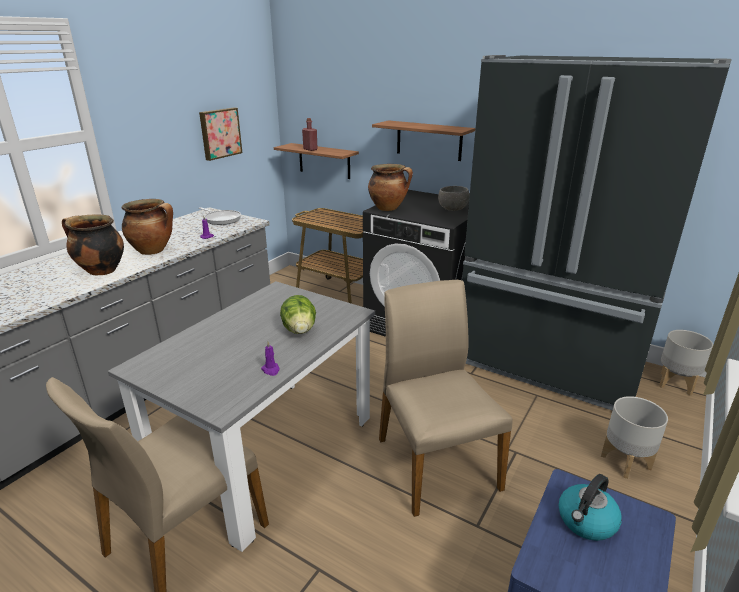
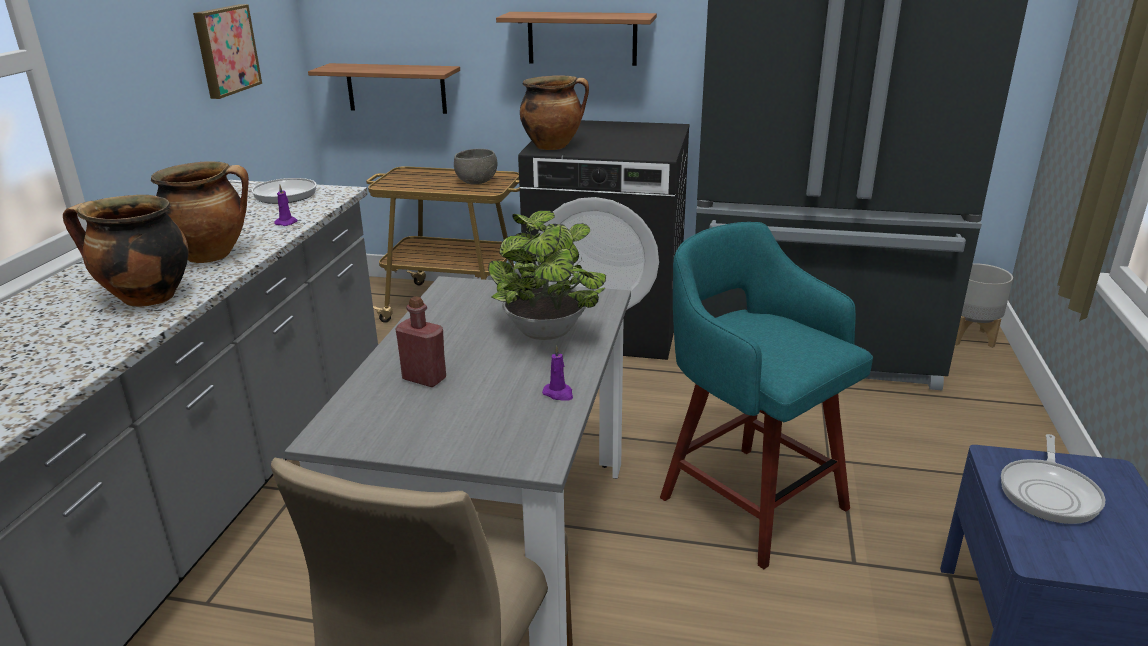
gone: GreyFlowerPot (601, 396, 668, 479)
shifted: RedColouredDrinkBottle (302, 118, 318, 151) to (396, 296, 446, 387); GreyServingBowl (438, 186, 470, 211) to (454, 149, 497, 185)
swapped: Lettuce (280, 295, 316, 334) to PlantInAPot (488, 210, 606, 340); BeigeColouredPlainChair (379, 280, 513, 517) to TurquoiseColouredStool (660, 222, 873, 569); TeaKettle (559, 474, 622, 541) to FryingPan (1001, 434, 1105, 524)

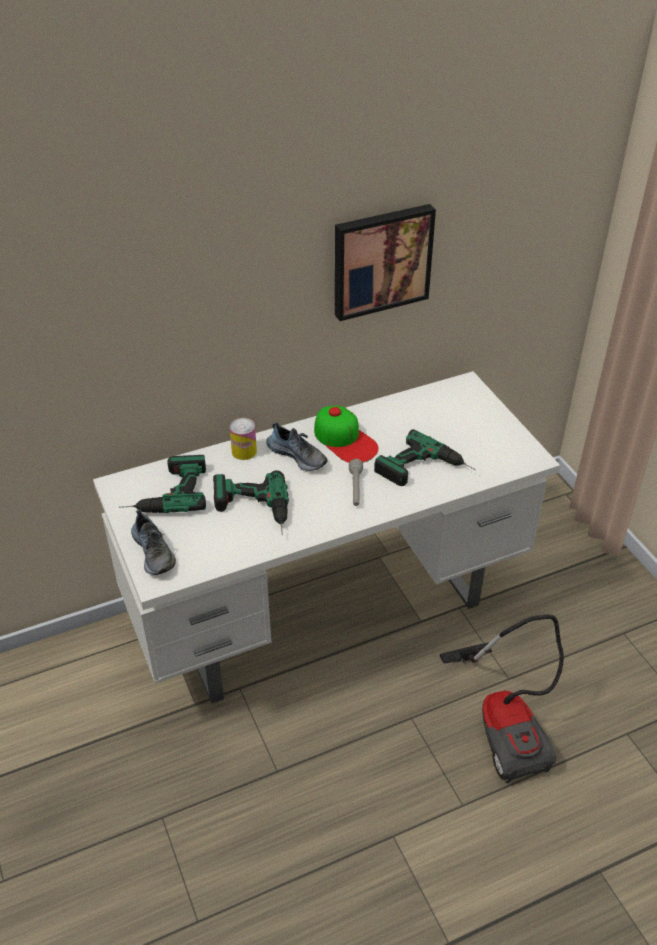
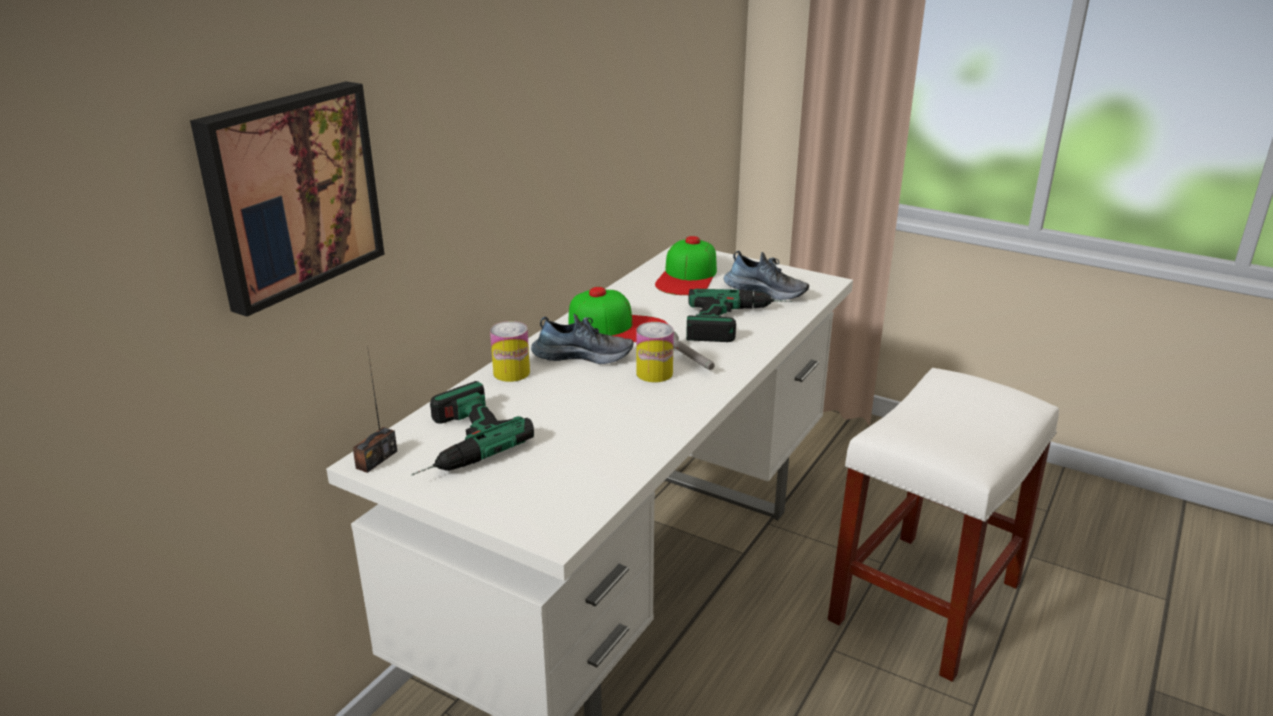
gone: ElectricDrill (213, 470, 289, 535)
new: RadioSet (353, 351, 397, 473); SealedCan (636, 322, 674, 382); PeakedCap (655, 236, 717, 295)
shifted: WallPicture (335, 204, 436, 321) to (190, 81, 385, 317); ItemOfFootwear (131, 510, 176, 575) to (723, 251, 809, 300)
swapped: VacuumCleaner (439, 615, 564, 783) to WhiteStool (828, 368, 1059, 682)

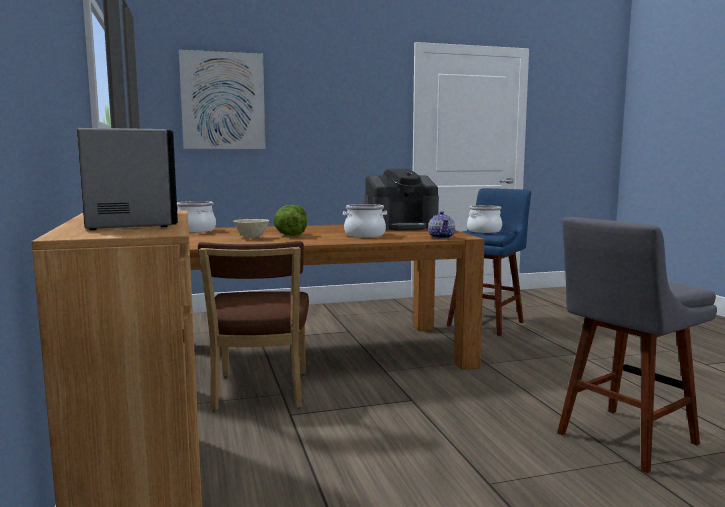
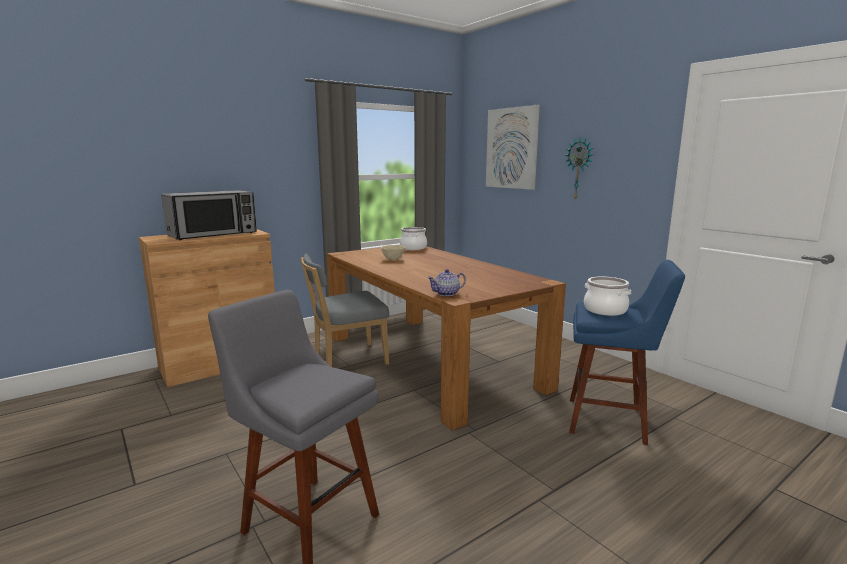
gone: Lettuce (274, 205, 307, 236); Saucepot (343, 204, 387, 237); CoffeeMaker (364, 169, 439, 230)
new: HangingClock (565, 137, 593, 201)
repainted: BrownishPlainChair (198, 241, 309, 411) to GreyPlainChair (300, 254, 389, 367)

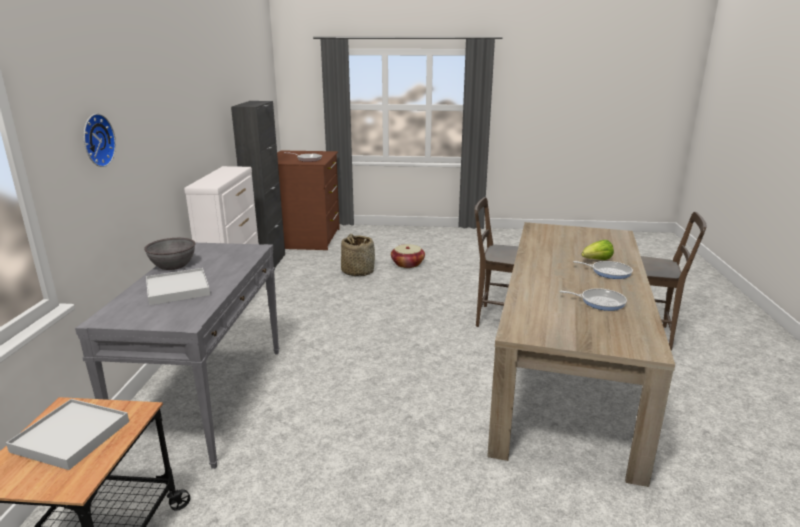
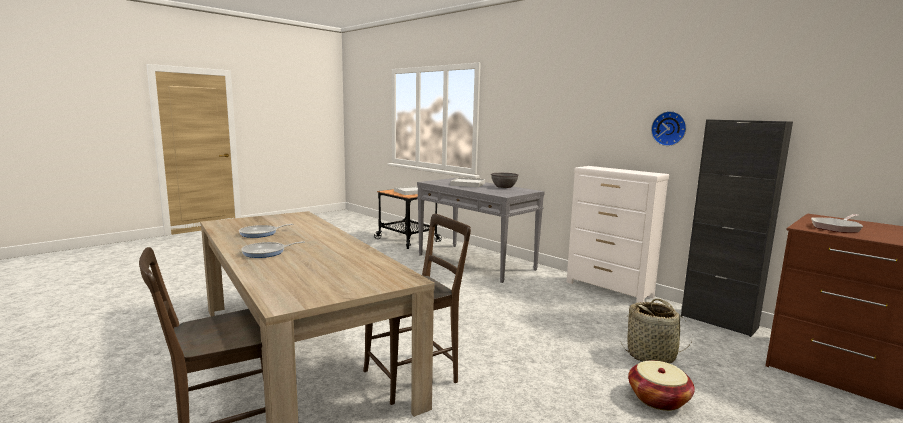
gone: Lettuce (581, 240, 614, 260)
shifted: HangingClock (84, 114, 116, 167) to (651, 111, 686, 146)

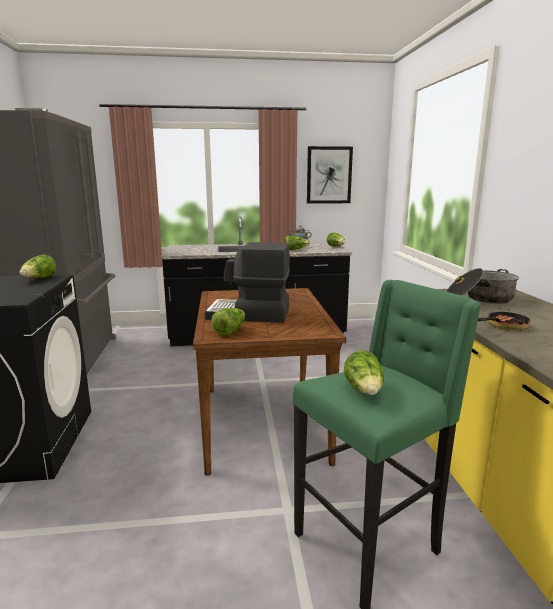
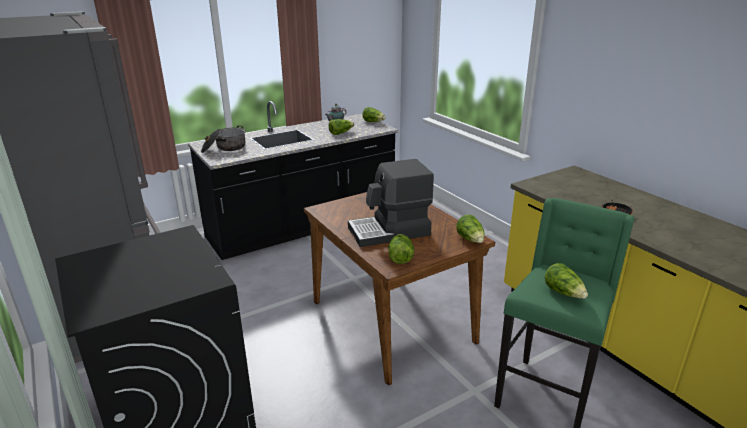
gone: WallPicture (307, 146, 353, 204)
shifted: Saucepot (446, 268, 519, 304) to (201, 125, 245, 153); Lettuce (20, 255, 56, 278) to (456, 215, 485, 243)

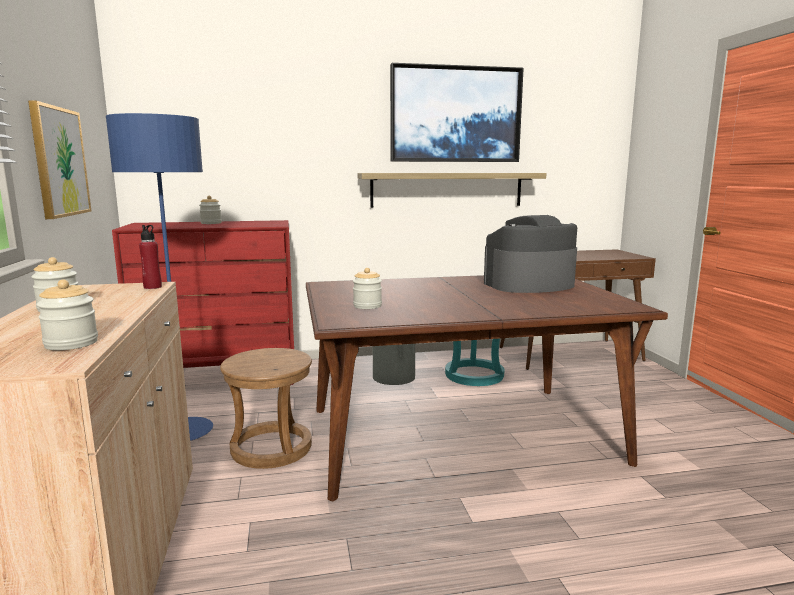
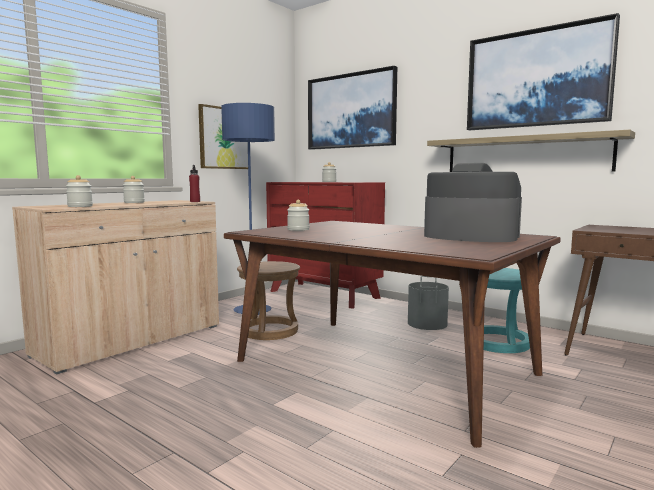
new: WallPicture (308, 66, 397, 150)

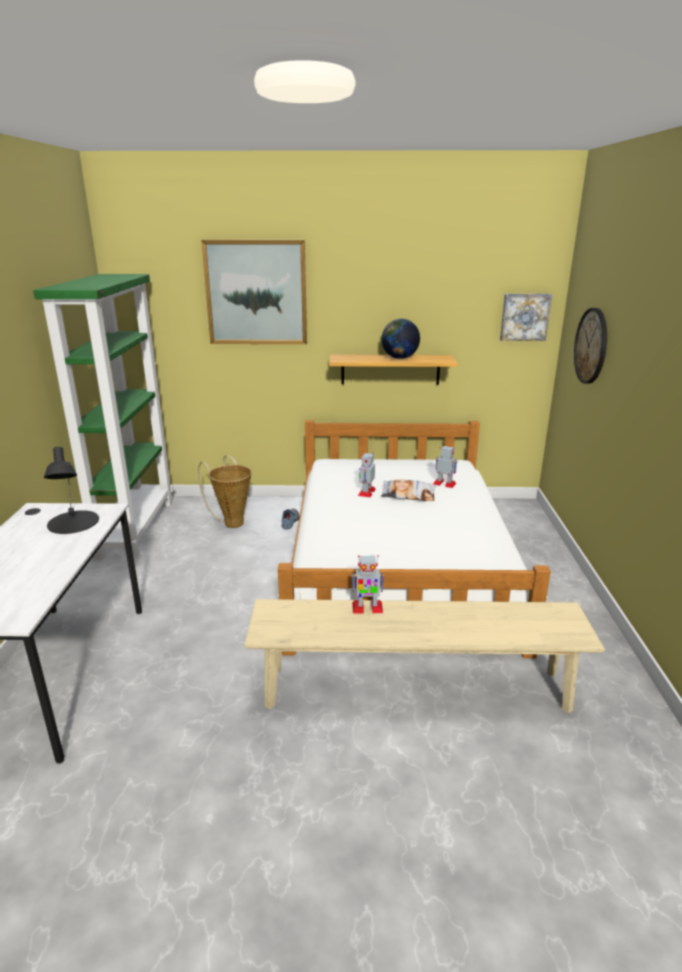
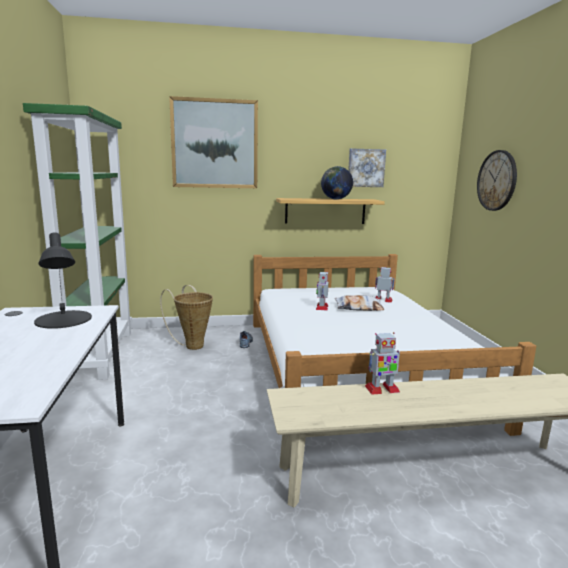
shifted: WallPicture (500, 294, 552, 341) to (348, 148, 386, 187)

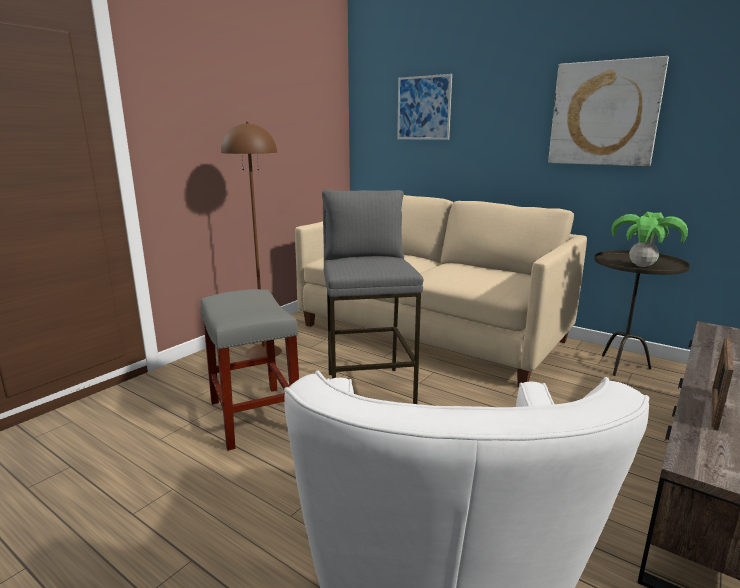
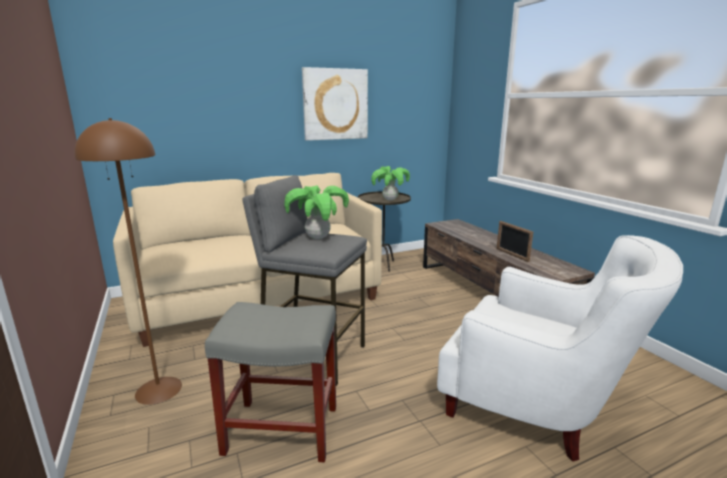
gone: WallPicture (397, 74, 452, 140)
new: PlantInAPot (285, 185, 349, 239)

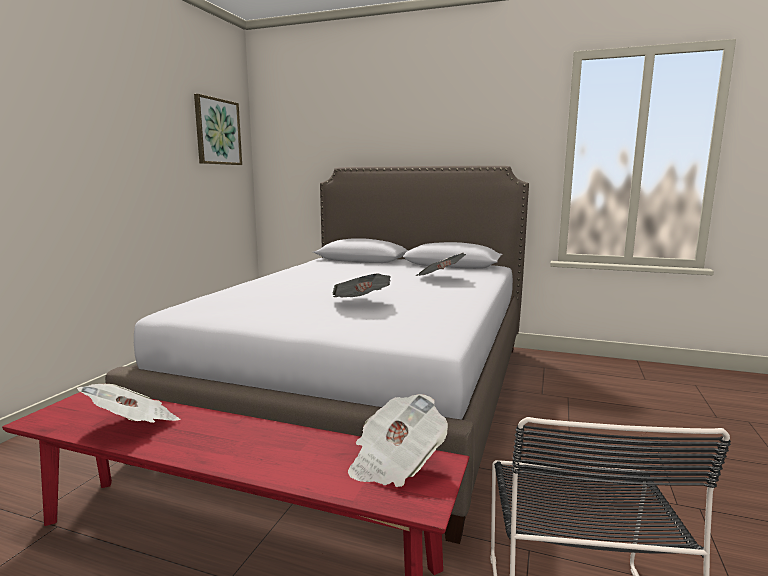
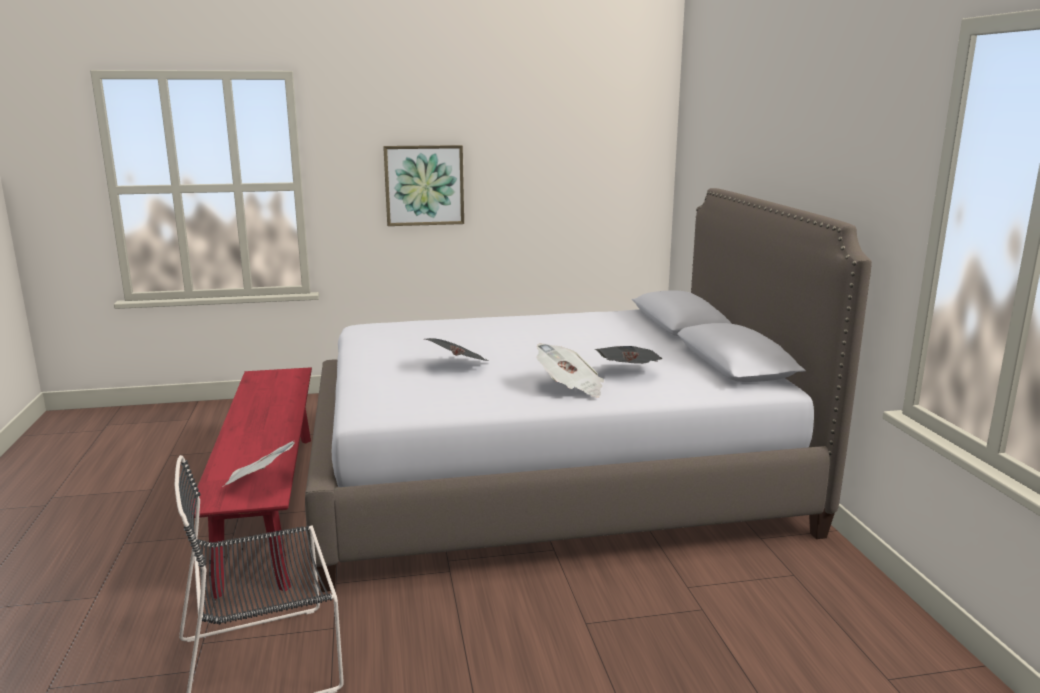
shifted: WallPicture (194, 94, 242, 165) to (383, 145, 464, 226); DailyPaper (77, 384, 180, 423) to (536, 343, 604, 398)

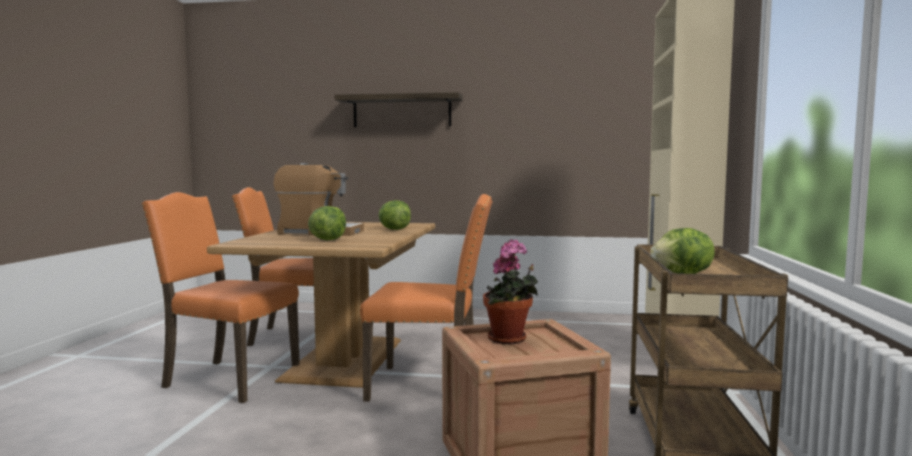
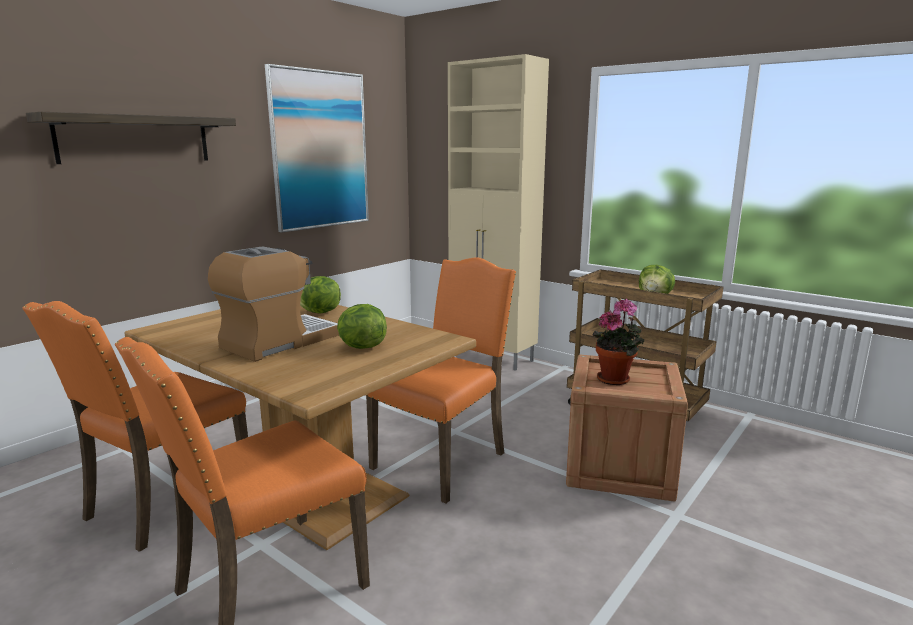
new: WallPicture (265, 64, 369, 233)

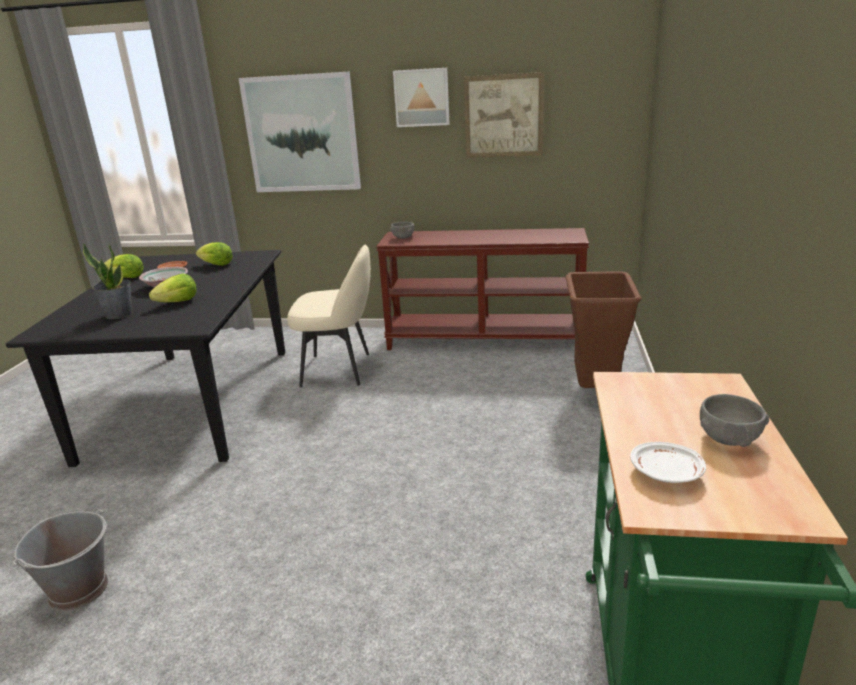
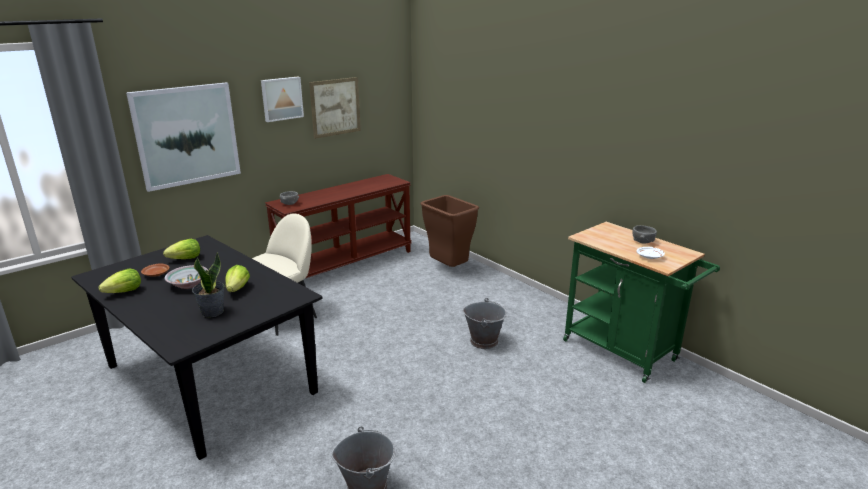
new: GreyPail (462, 298, 507, 349)

